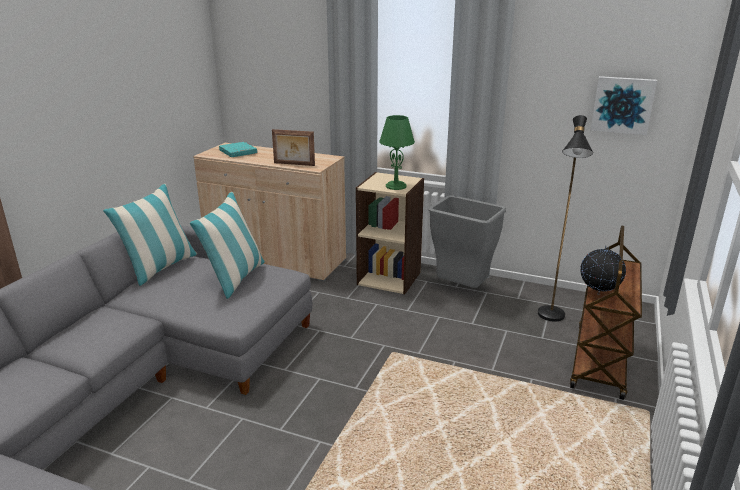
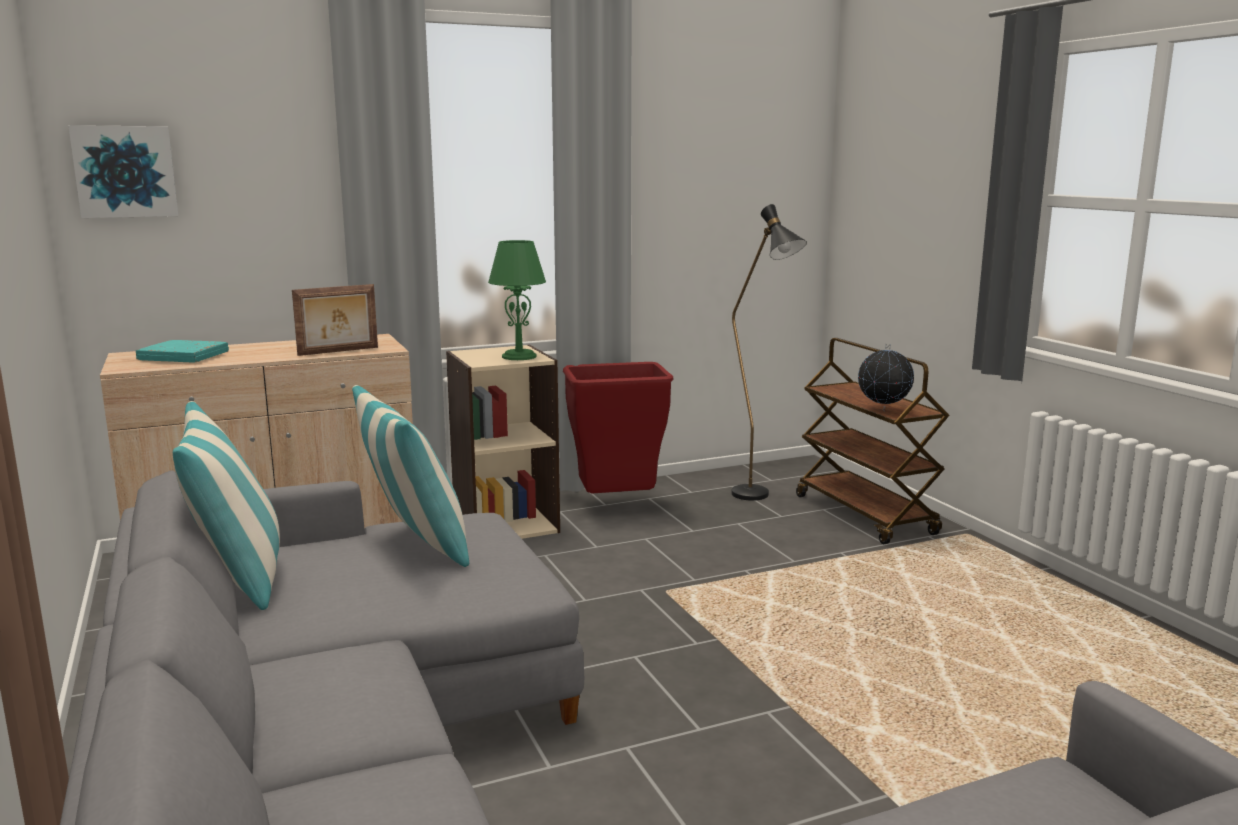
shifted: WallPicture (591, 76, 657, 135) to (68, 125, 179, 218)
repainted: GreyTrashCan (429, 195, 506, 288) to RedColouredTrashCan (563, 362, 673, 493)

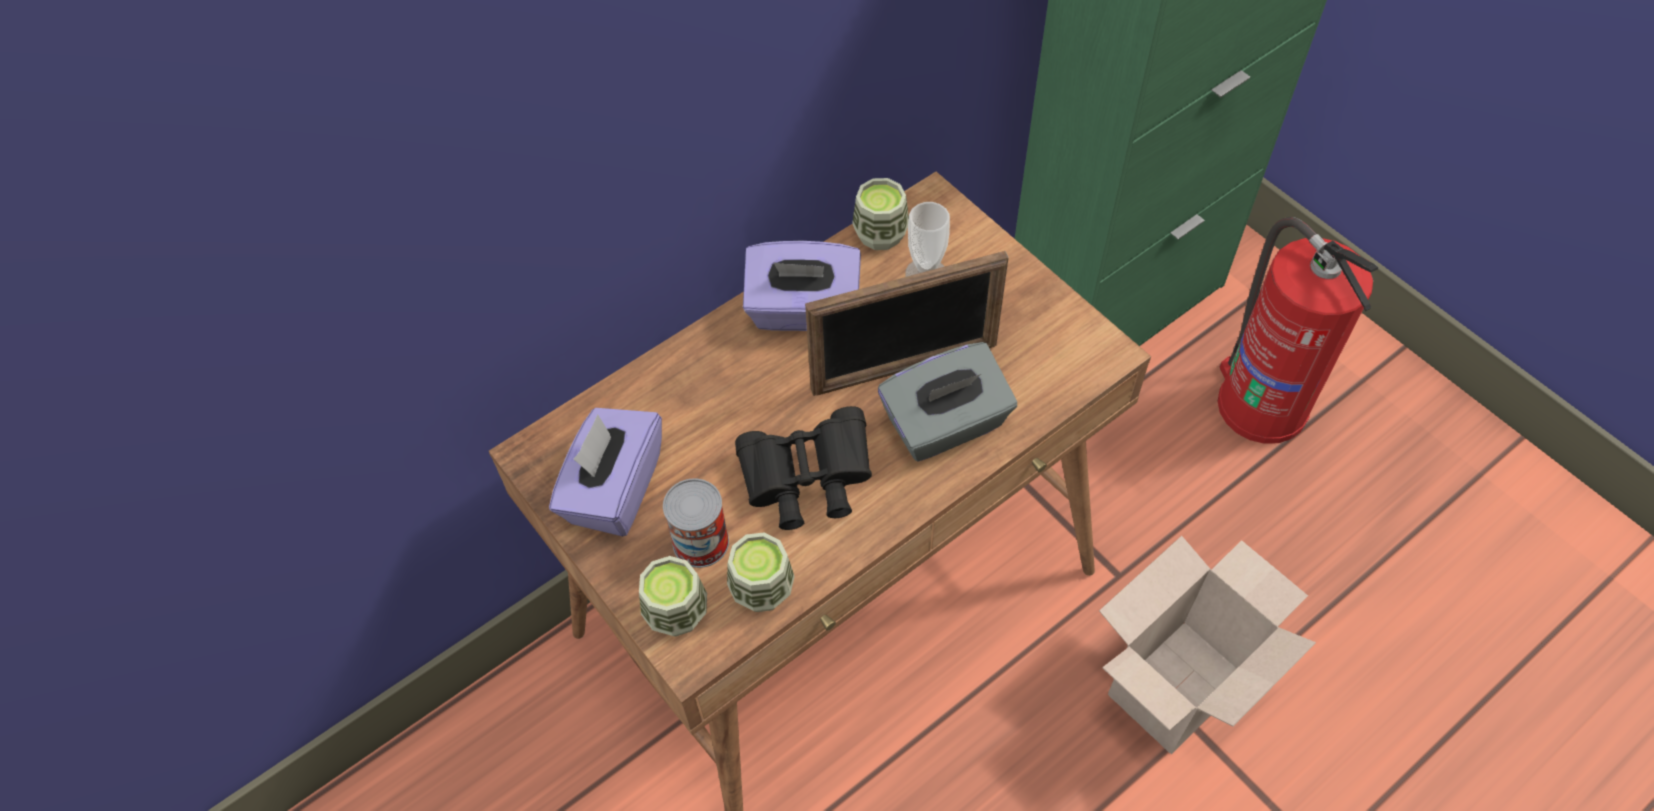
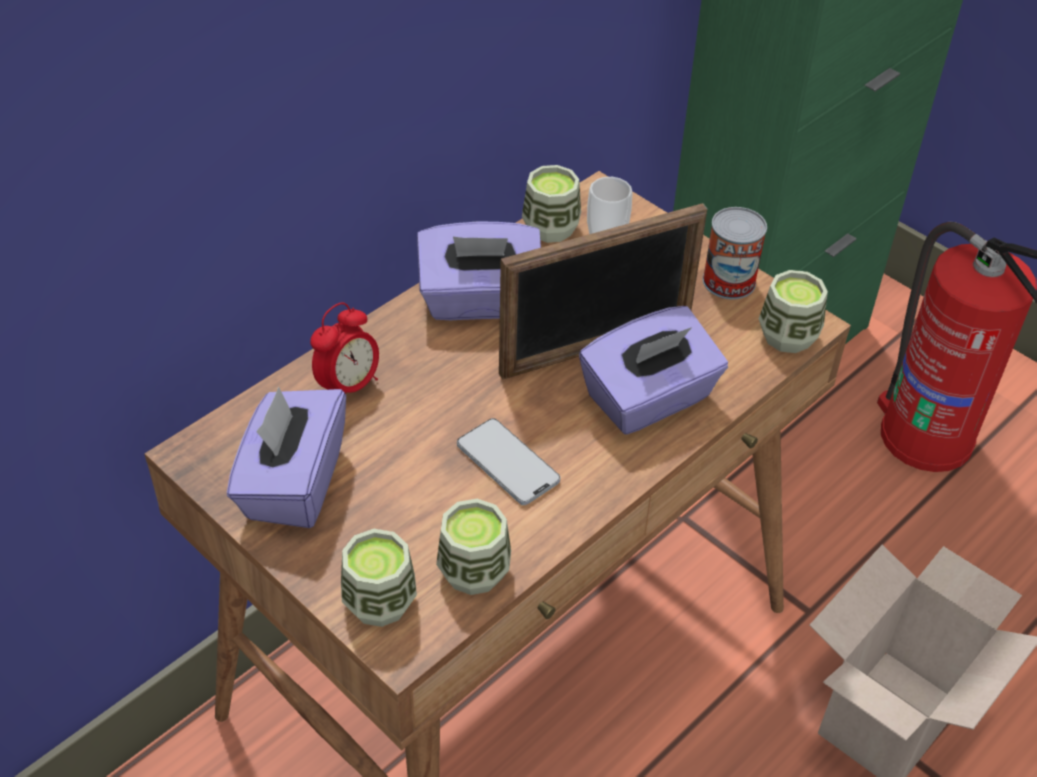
new: AlarmClock (310, 302, 379, 394); DrinkingCup (759, 270, 828, 353)
shifted: SealedCan (663, 478, 729, 568) to (703, 207, 767, 300)
swapped: BlackishBinoculars (735, 406, 872, 530) to Phone (457, 418, 560, 505)
repainted: GreyTissueHolder (878, 342, 1017, 461) to PurpleColouredTissueHolder (579, 306, 728, 435)

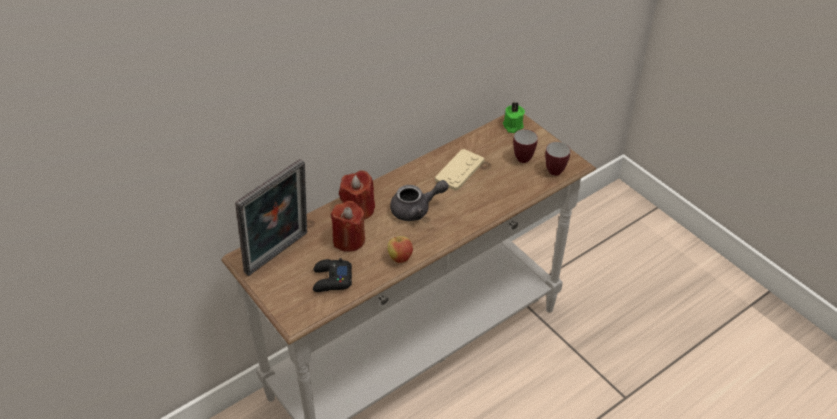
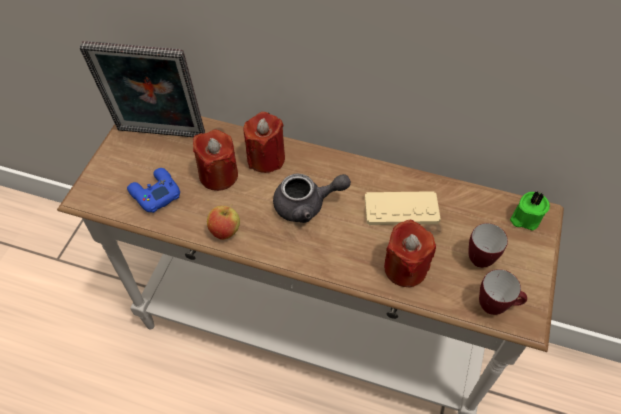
new: RedColouredCandle (384, 219, 436, 287)
repainted: BlackishGamepad (313, 258, 352, 292) to BluishGamepad (127, 168, 180, 213)
rotated: GreyTeaPot (390, 180, 449, 221) = (273, 174, 351, 223) 45 degrees counterclockwise

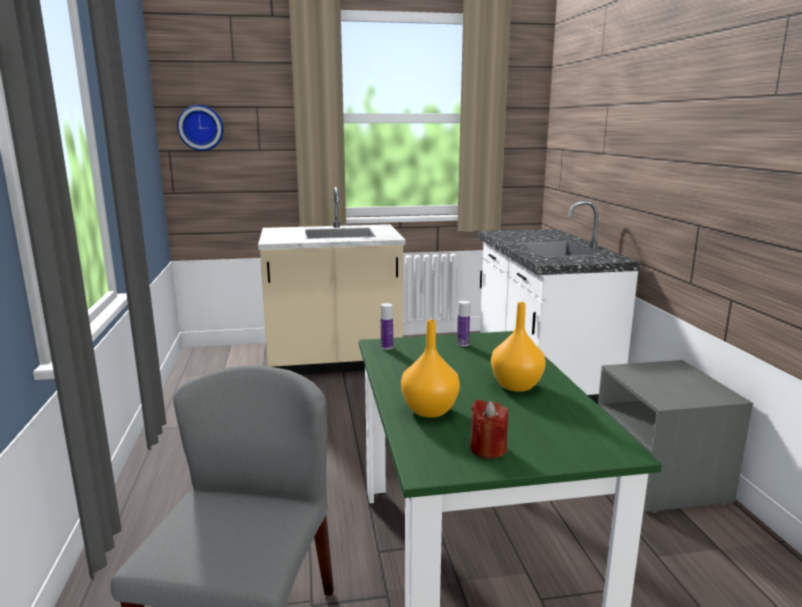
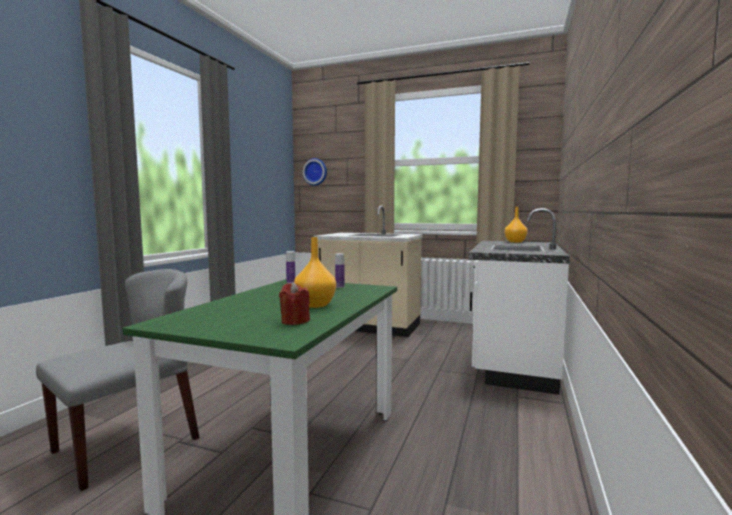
gone: GreyNightstand (598, 360, 753, 513)
shifted: RedColouredCandle (470, 399, 508, 459) to (279, 282, 310, 325); OrangeColouredDecorativeVase (401, 320, 460, 418) to (505, 207, 528, 243)

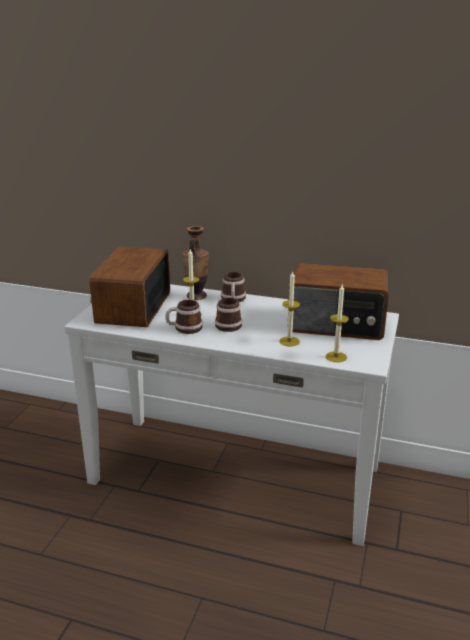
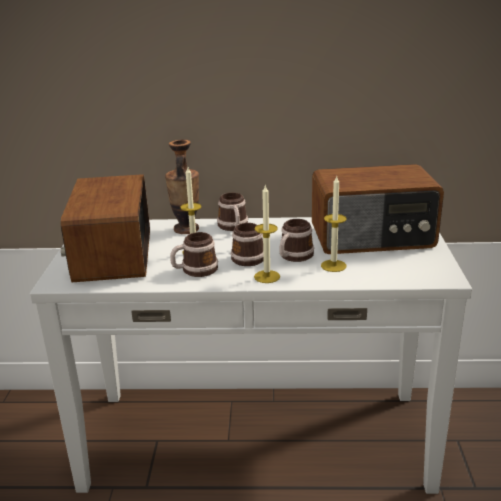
new: CoffeeMug (279, 219, 314, 262)
shifted: Candle (326, 284, 349, 362) to (254, 186, 280, 283)

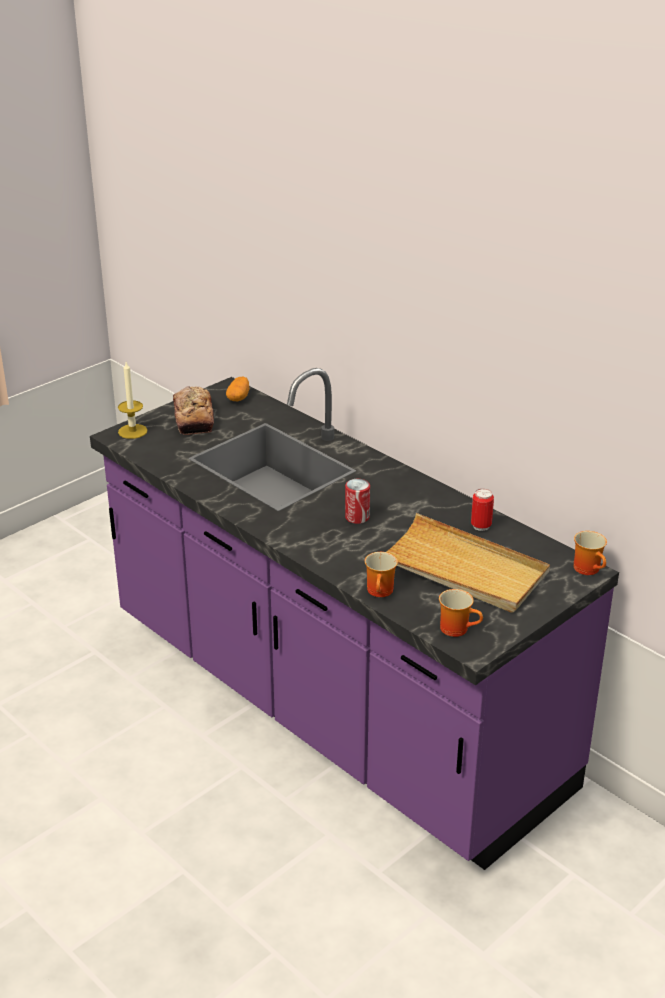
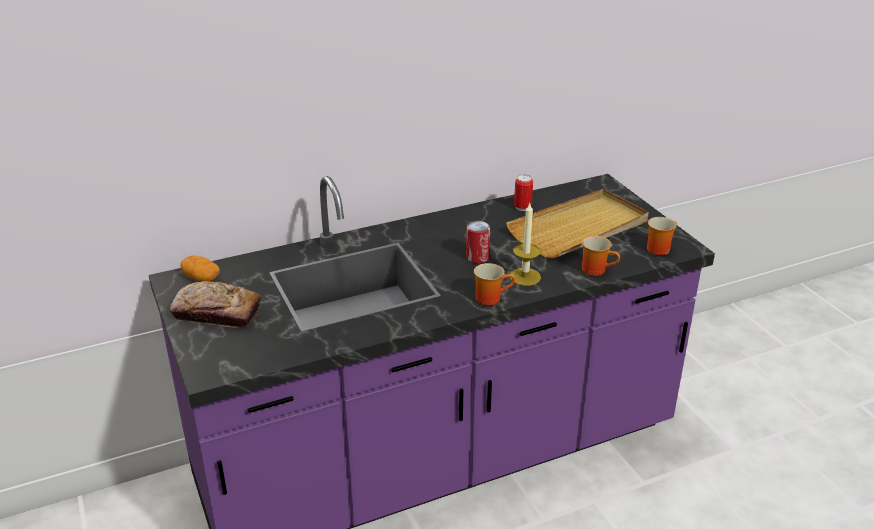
shifted: CoffeeMug (574, 531, 607, 575) to (474, 263, 515, 305); Candle (118, 362, 147, 439) to (510, 203, 541, 286)

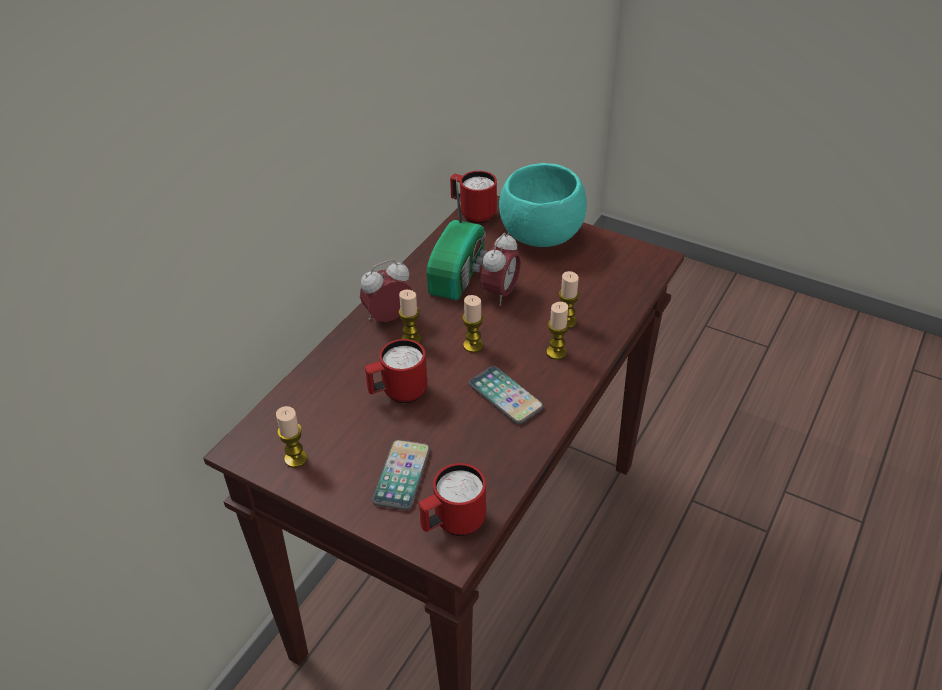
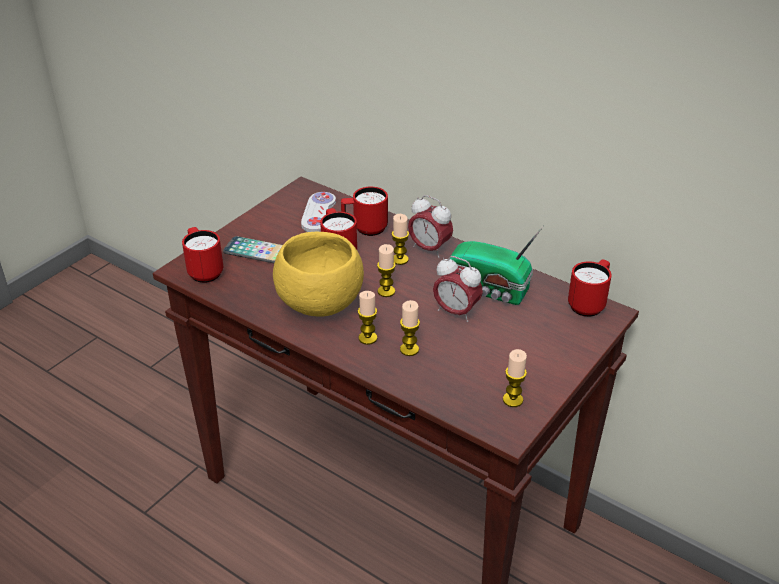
gone: TurquoiseColouredServingBowl (499, 163, 587, 247)
new: WhiteGamepad (301, 192, 336, 232); RedColouredCoffeeMug (341, 187, 388, 236)
shifted: Candle (276, 406, 307, 468) to (503, 349, 527, 407)
swapped: Phone (469, 366, 544, 424) to YellowColouredServingBowl (273, 232, 364, 317)
rotated: AlarmClock (360, 260, 412, 322) = (408, 195, 453, 258) 150 degrees clockwise

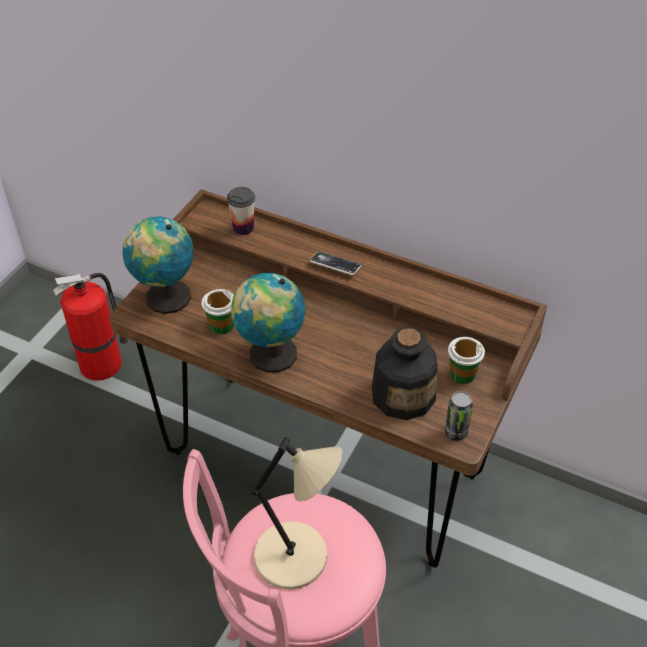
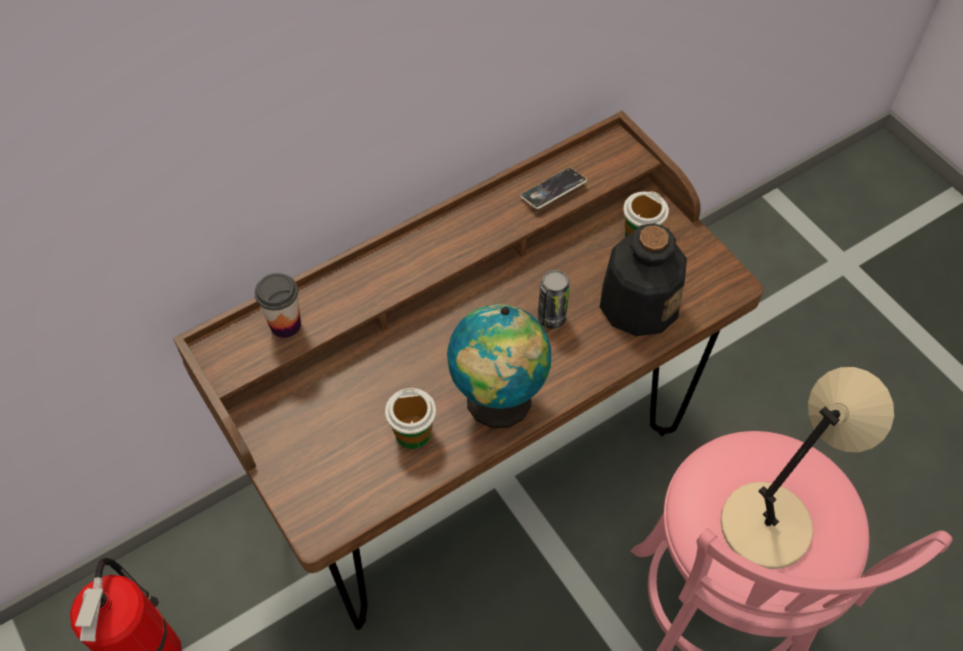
gone: WorldGlobe (122, 216, 193, 314)
shifted: Phone (310, 251, 361, 275) to (520, 168, 587, 209); SealedCan (445, 391, 473, 441) to (538, 270, 570, 329)

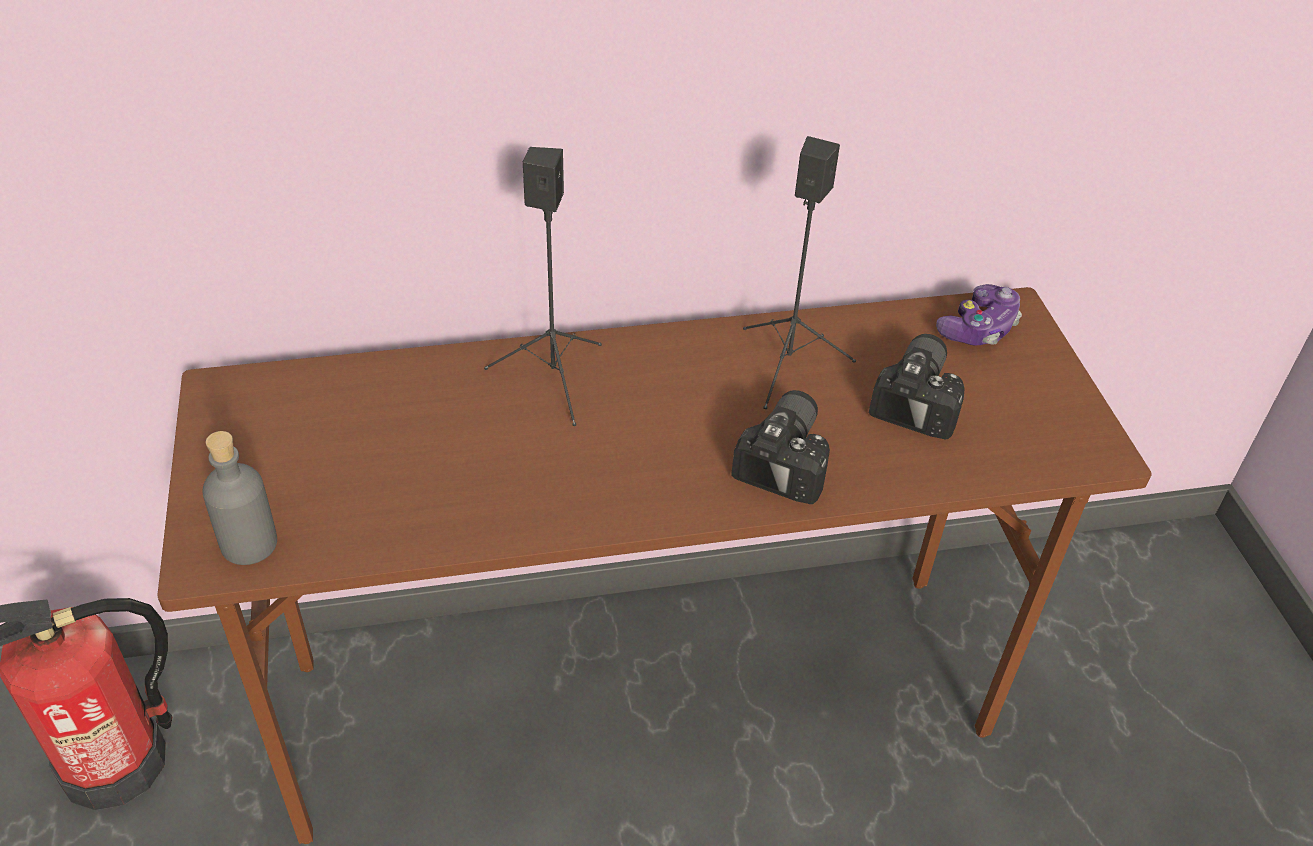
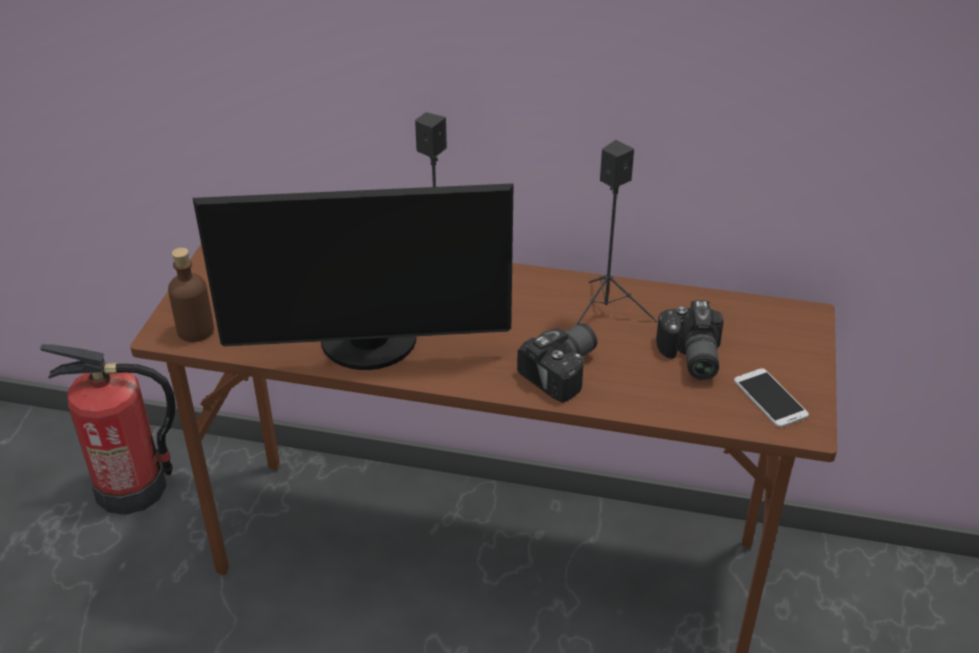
gone: Gamepad (936, 284, 1022, 346)
new: Monitor (193, 183, 514, 370); Phone (734, 368, 809, 428)
repainted: GreyDrinkBottle (202, 431, 277, 565) to BrownishDrinkBottle (168, 248, 214, 342)
rotated: PhotoCamera (869, 334, 964, 440) = (656, 300, 724, 380) 135 degrees clockwise

